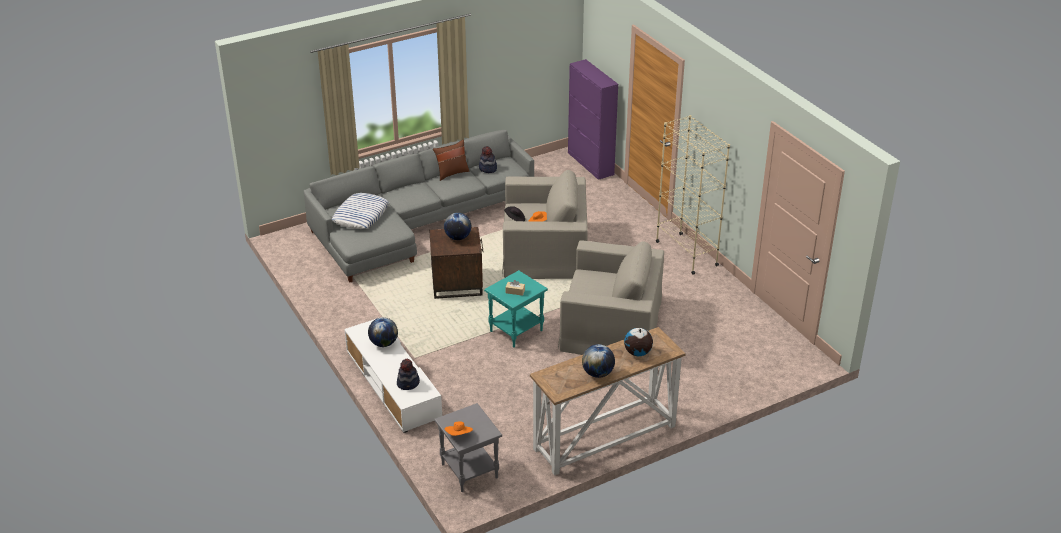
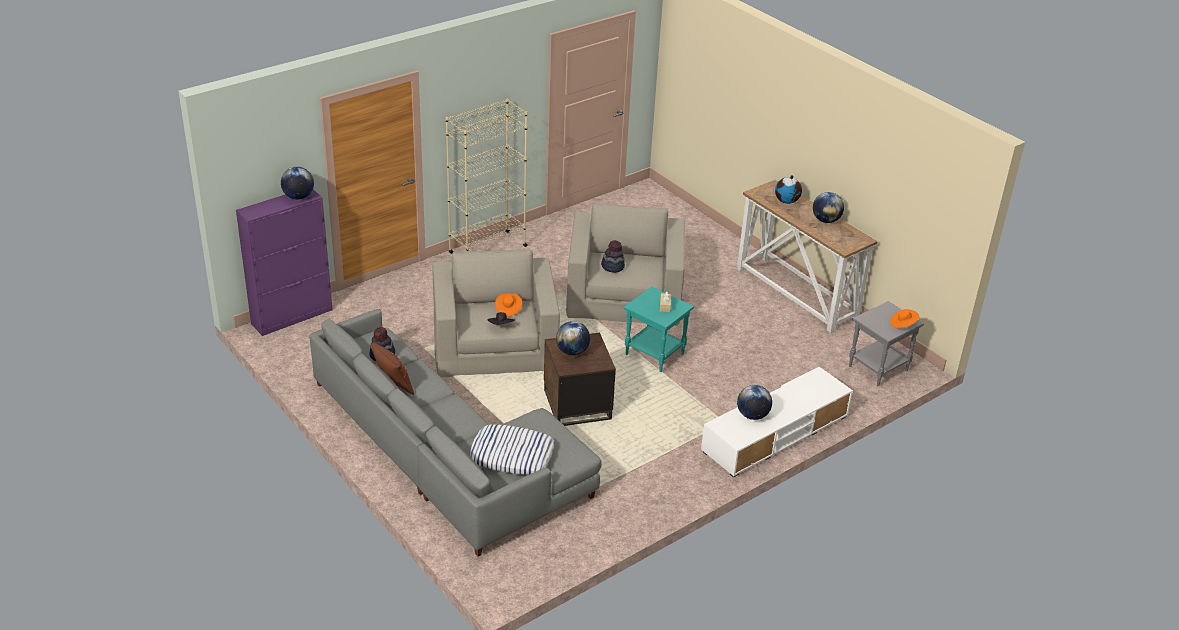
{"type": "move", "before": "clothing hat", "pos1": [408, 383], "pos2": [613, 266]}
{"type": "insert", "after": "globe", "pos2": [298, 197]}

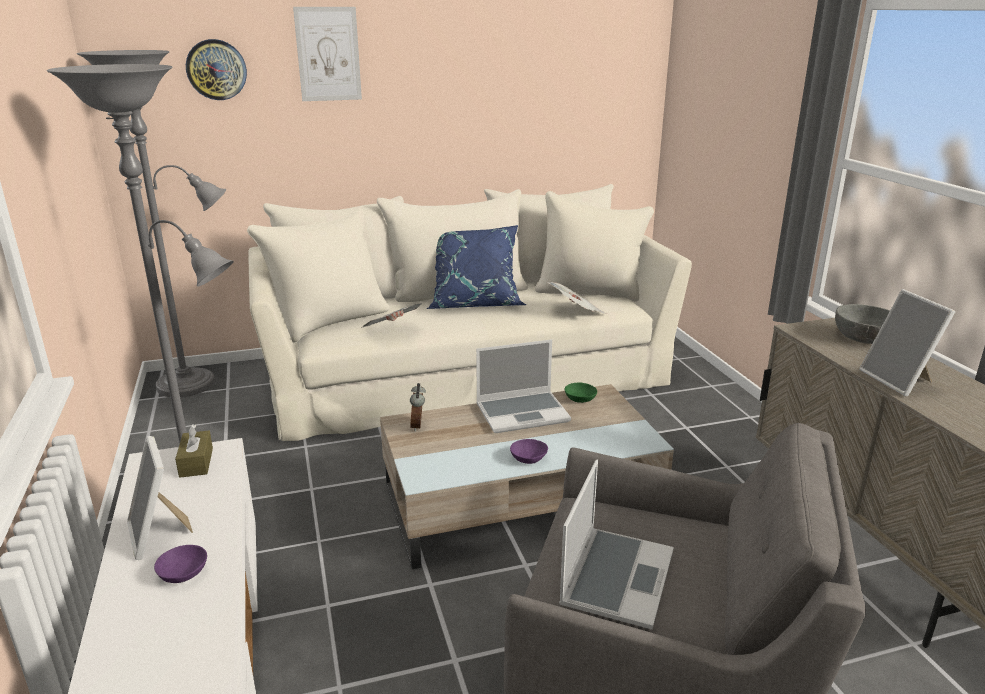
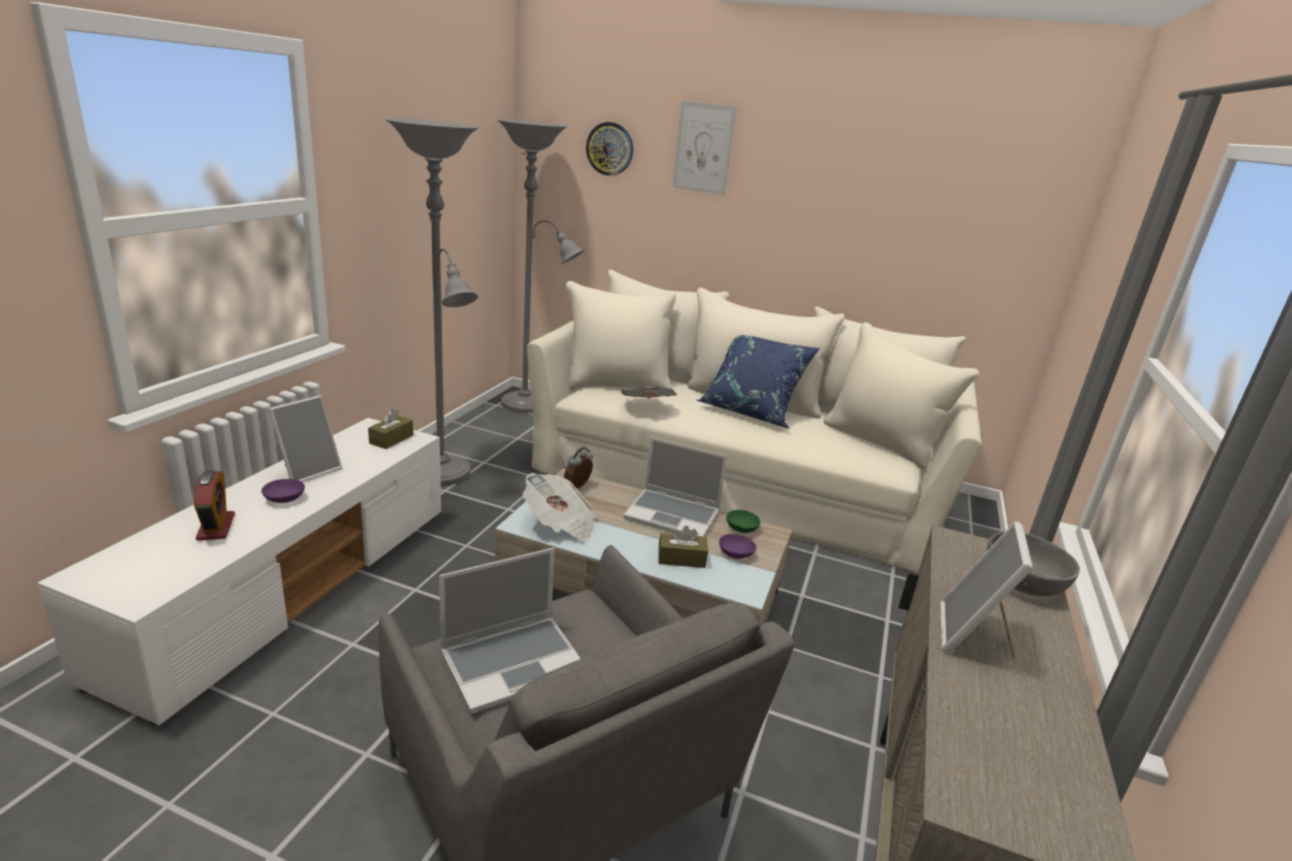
{"type": "rotate", "before": "picture frame", "pos1": [159, 534], "pos2": [308, 470], "turn": -150}
{"type": "move", "before": "purple-coloured bowl", "pos1": [529, 457], "pos2": [736, 553]}
{"type": "move", "before": "daily paper", "pos1": [576, 312], "pos2": [560, 524]}
{"type": "insert", "after": "alarm clock", "pos2": [216, 527]}
{"type": "insert", "after": "brownish box of tissues", "pos2": [681, 559]}

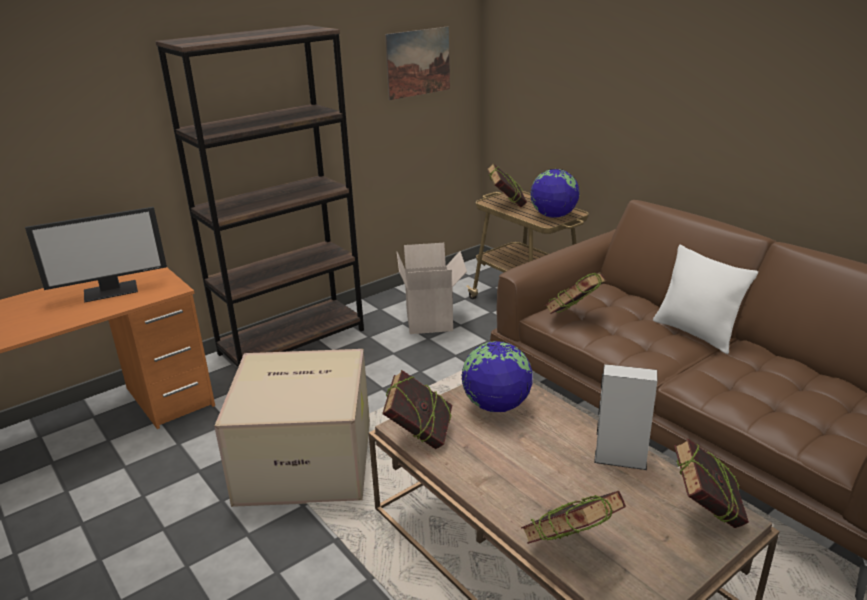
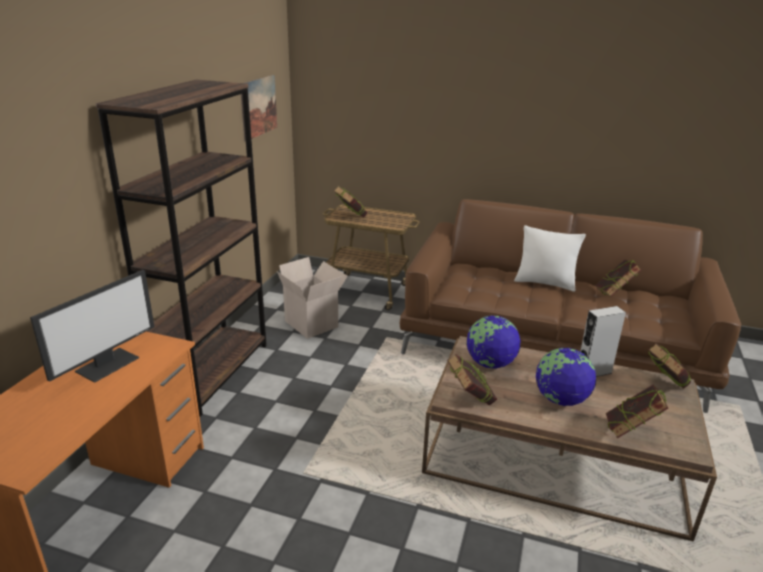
{"type": "delete", "before": "cardboard box", "pos1": [308, 459]}
{"type": "move", "before": "globe", "pos1": [553, 216], "pos2": [560, 400]}
{"type": "move", "before": "book", "pos1": [574, 316], "pos2": [614, 295]}

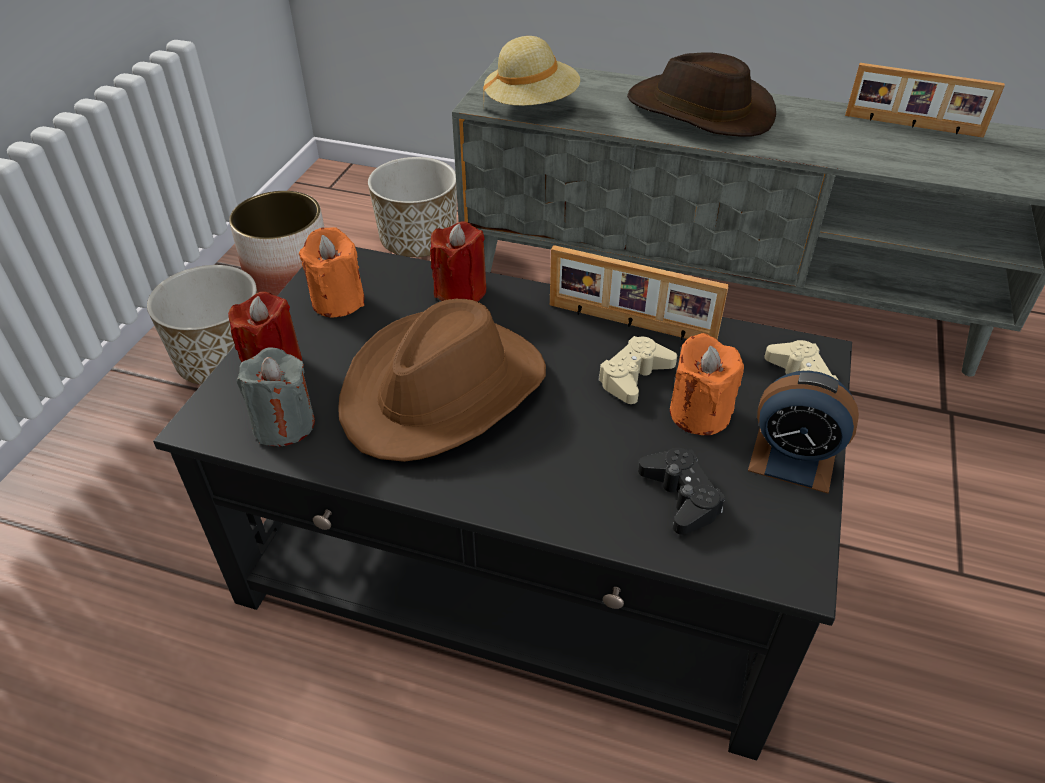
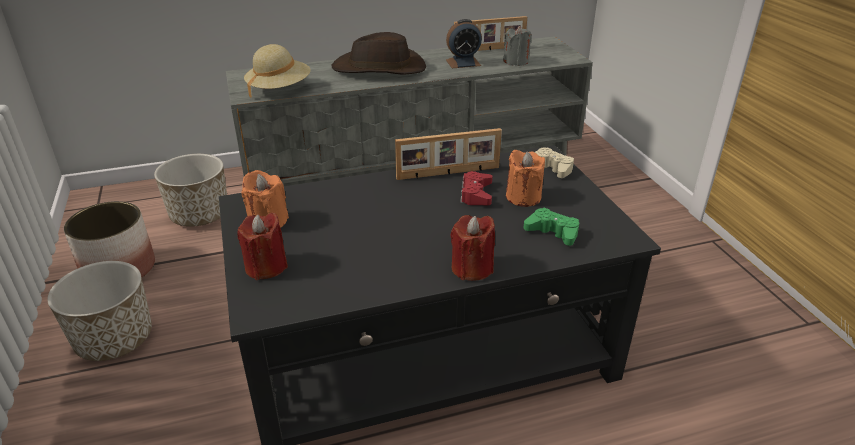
{"type": "move", "before": "gray wax light", "pos1": [284, 424], "pos2": [516, 62]}
{"type": "delete", "before": "brownish clothing hat", "pos1": [443, 390]}
{"type": "move", "before": "red wax light", "pos1": [460, 290], "pos2": [472, 268]}
{"type": "recolor", "before": "beige gamepad", "after": "red gamepad", "pos1": [634, 376], "pos2": [476, 194]}
{"type": "recolor", "before": "black-coloured gamepad", "after": "green-coloured gamepad", "pos1": [681, 496], "pos2": [553, 232]}
{"type": "move", "before": "alarm clock", "pos1": [792, 460], "pos2": [463, 63]}

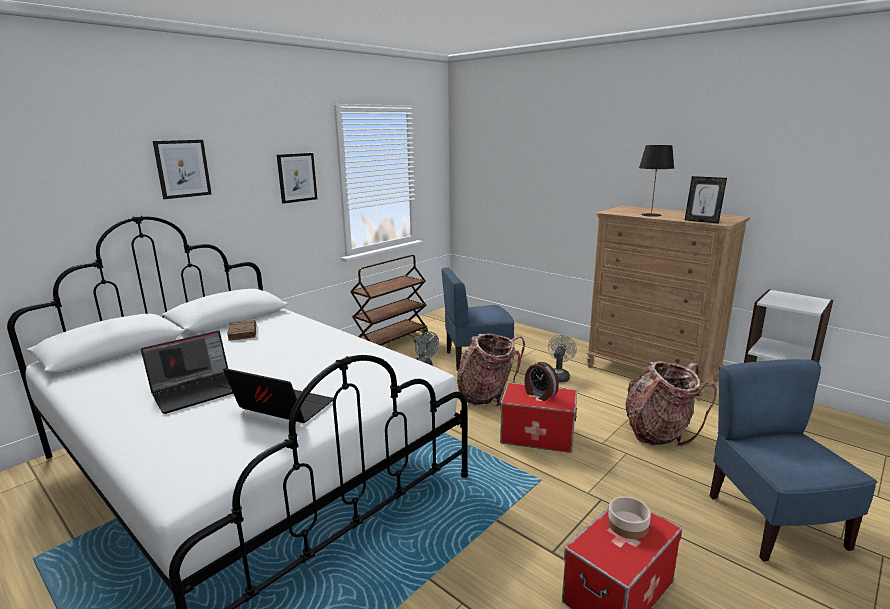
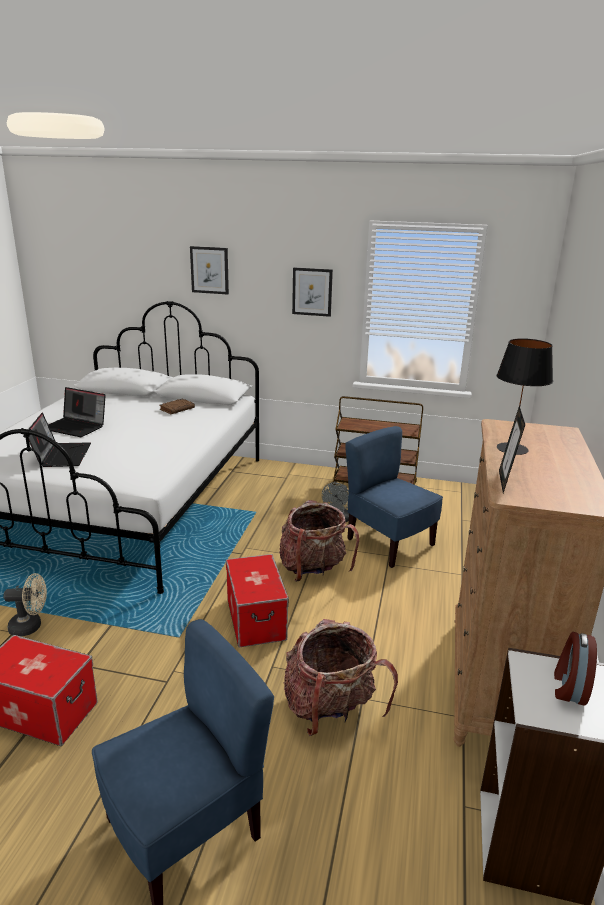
{"type": "move", "before": "alarm clock", "pos1": [539, 394], "pos2": [569, 687]}
{"type": "move", "before": "beige cooling fan", "pos1": [559, 376], "pos2": [31, 626]}
{"type": "delete", "before": "bowl", "pos1": [627, 524]}

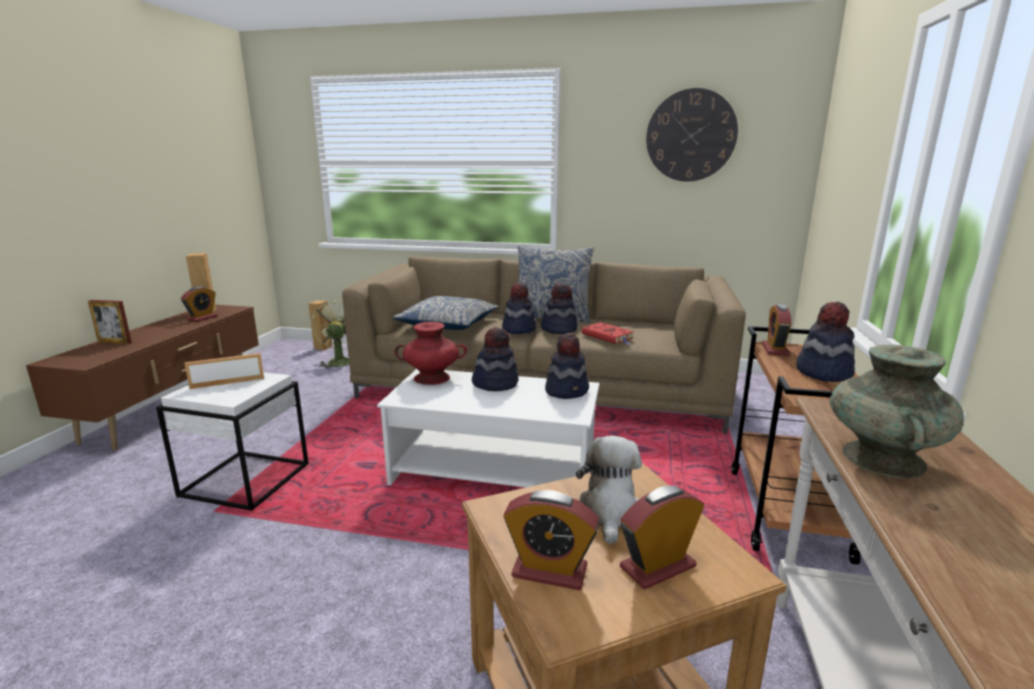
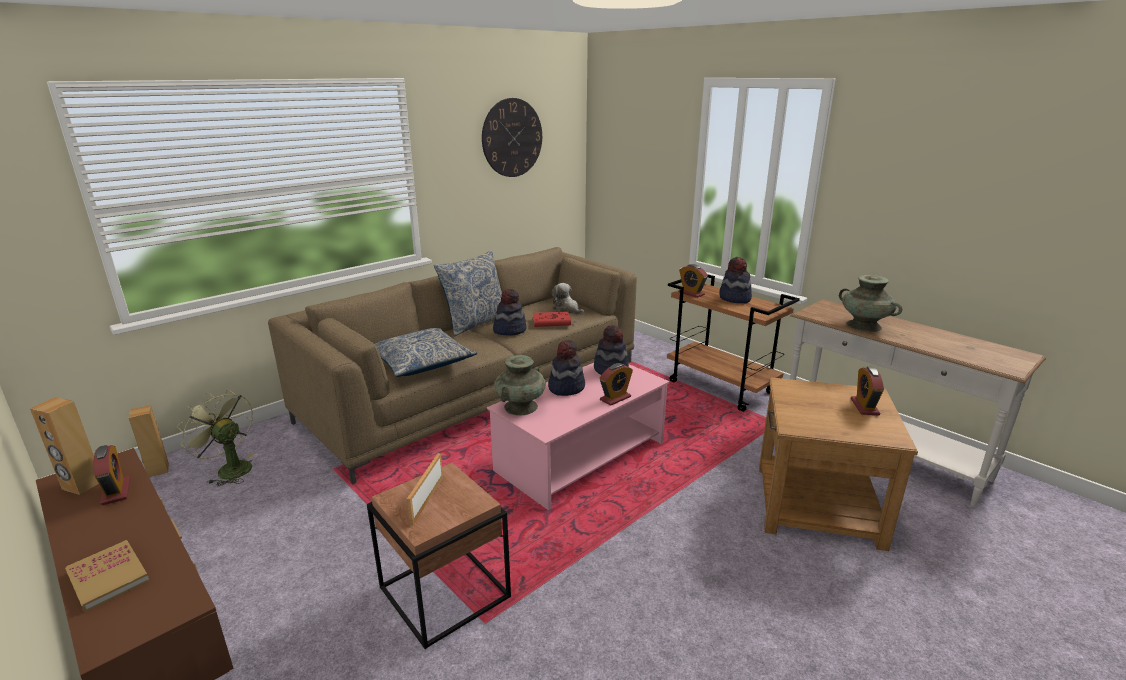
{"type": "replace", "before": "picture frame", "after": "book", "pos1": [115, 342], "pos2": [108, 577]}
{"type": "recolor", "before": "white accent table", "after": "brownish accent table", "pos1": [245, 481], "pos2": [446, 593]}
{"type": "recolor", "before": "white lounge table", "after": "pink lounge table", "pos1": [495, 471], "pos2": [581, 456]}
{"type": "recolor", "before": "red decorative vase", "after": "blue-green decorative vase", "pos1": [432, 378], "pos2": [521, 407]}
{"type": "delete", "before": "clothing hat", "pos1": [518, 329]}
{"type": "move", "before": "alarm clock", "pos1": [549, 571], "pos2": [615, 398]}
{"type": "move", "before": "soft toy", "pos1": [610, 510], "pos2": [567, 310]}

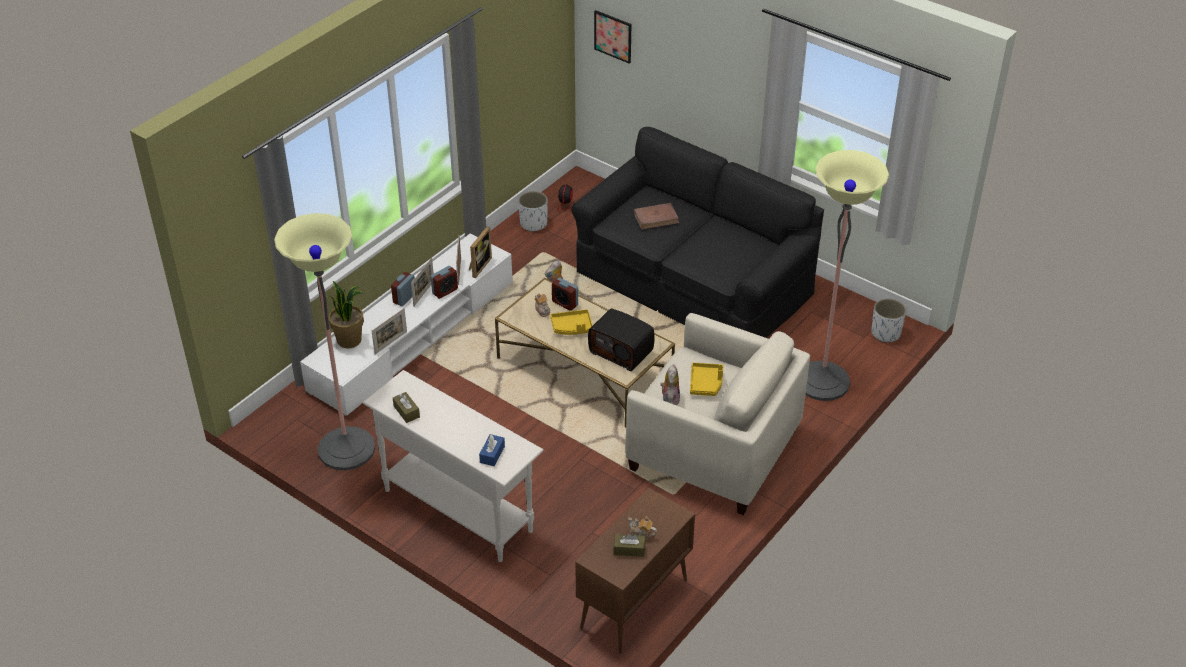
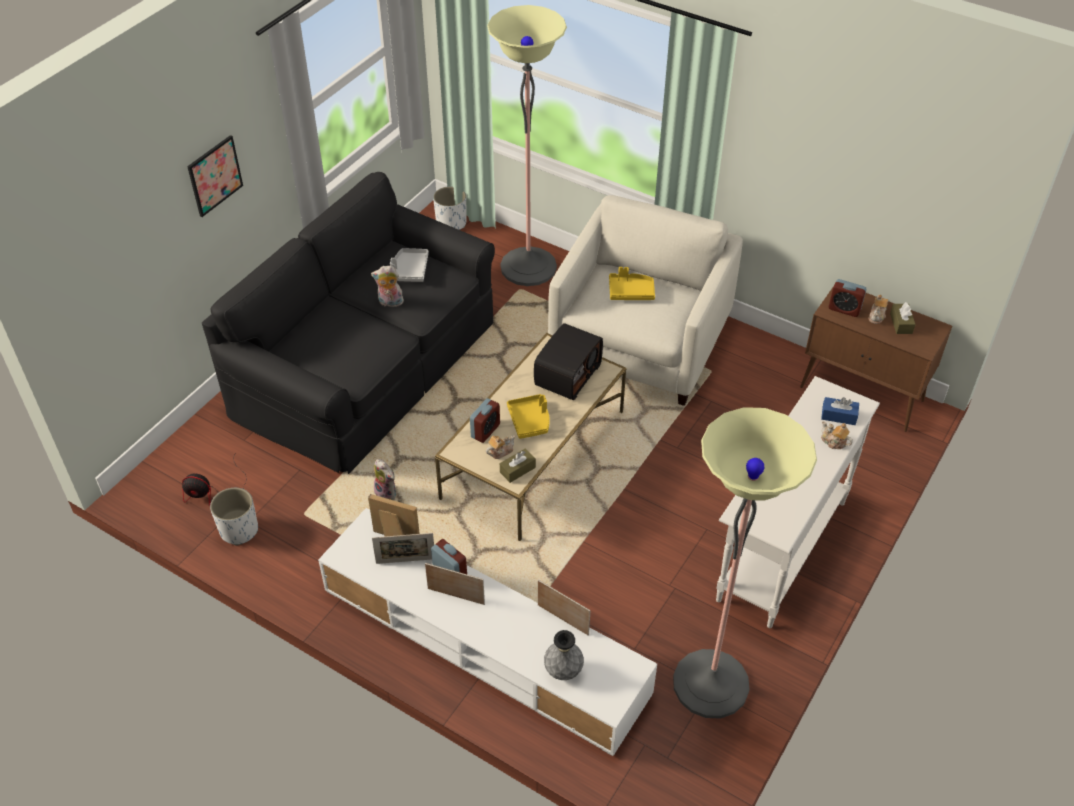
{"type": "replace", "before": "potted plant", "after": "gray decorative vase", "pos1": [350, 340], "pos2": [563, 671]}
{"type": "move", "before": "alarm clock", "pos1": [404, 298], "pos2": [844, 309]}
{"type": "move", "before": "brownish box of tissues", "pos1": [406, 411], "pos2": [517, 470]}
{"type": "move", "before": "wall art", "pos1": [613, 36], "pos2": [215, 175]}
{"type": "delete", "before": "brownish book", "pos1": [656, 218]}
{"type": "move", "before": "soft toy", "pos1": [669, 399], "pos2": [390, 303]}
{"type": "insert", "after": "gray carrying tray", "pos2": [409, 270]}
{"type": "insert", "after": "tea pot", "pos2": [833, 442]}

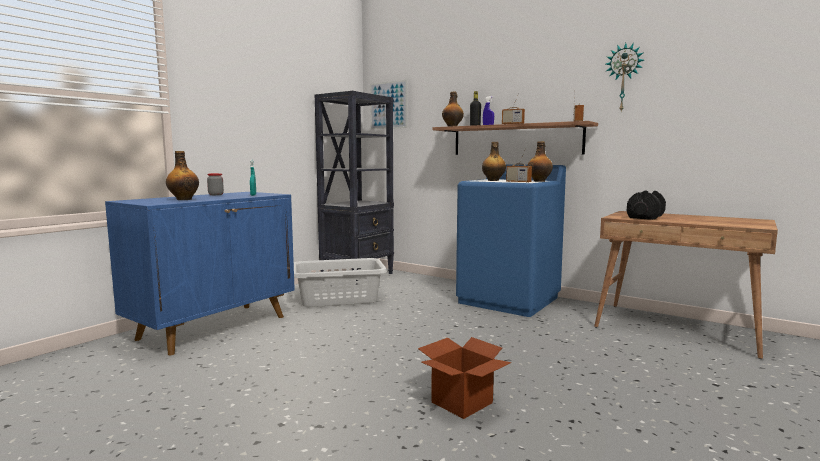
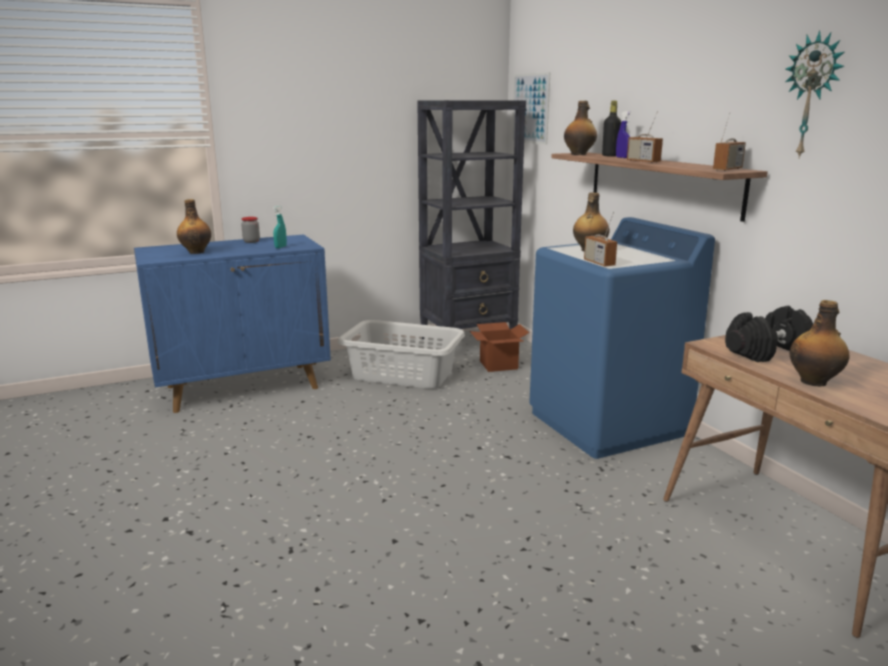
{"type": "move", "before": "cardboard box", "pos1": [462, 402], "pos2": [498, 365]}
{"type": "move", "before": "drink bottle", "pos1": [539, 181], "pos2": [814, 382]}

